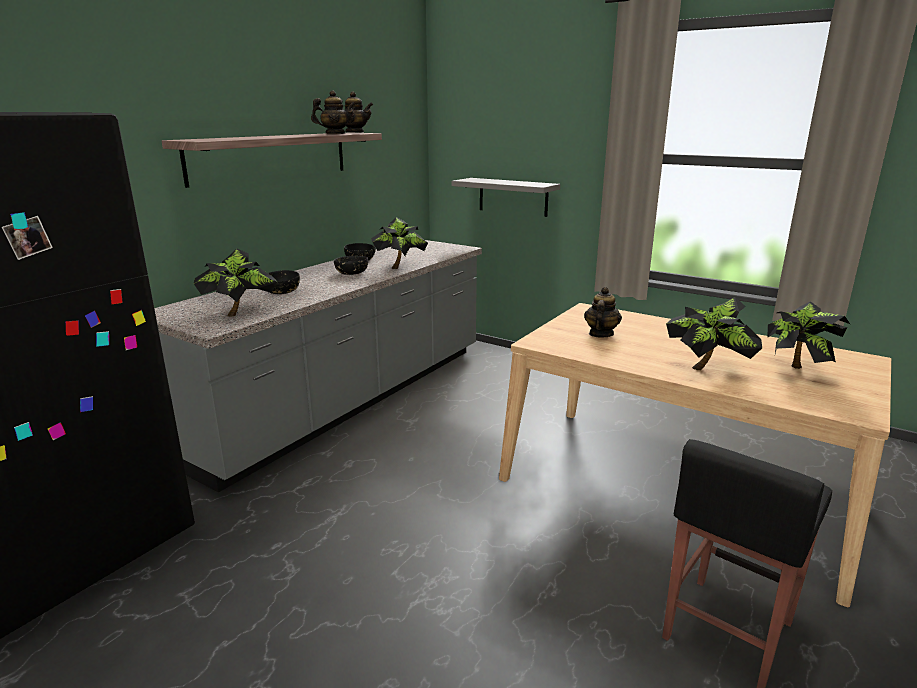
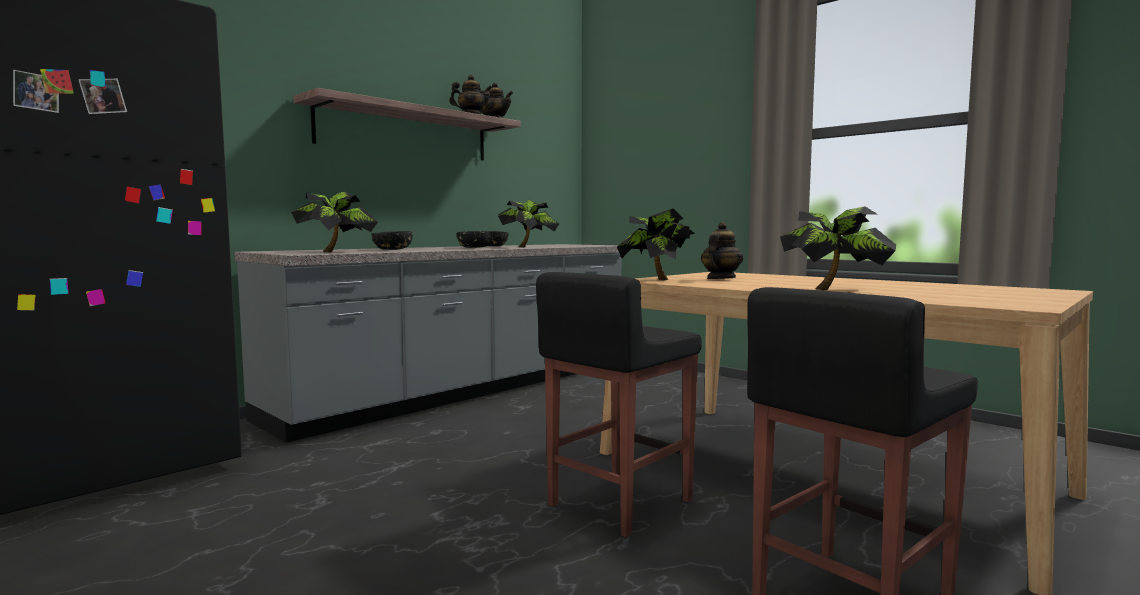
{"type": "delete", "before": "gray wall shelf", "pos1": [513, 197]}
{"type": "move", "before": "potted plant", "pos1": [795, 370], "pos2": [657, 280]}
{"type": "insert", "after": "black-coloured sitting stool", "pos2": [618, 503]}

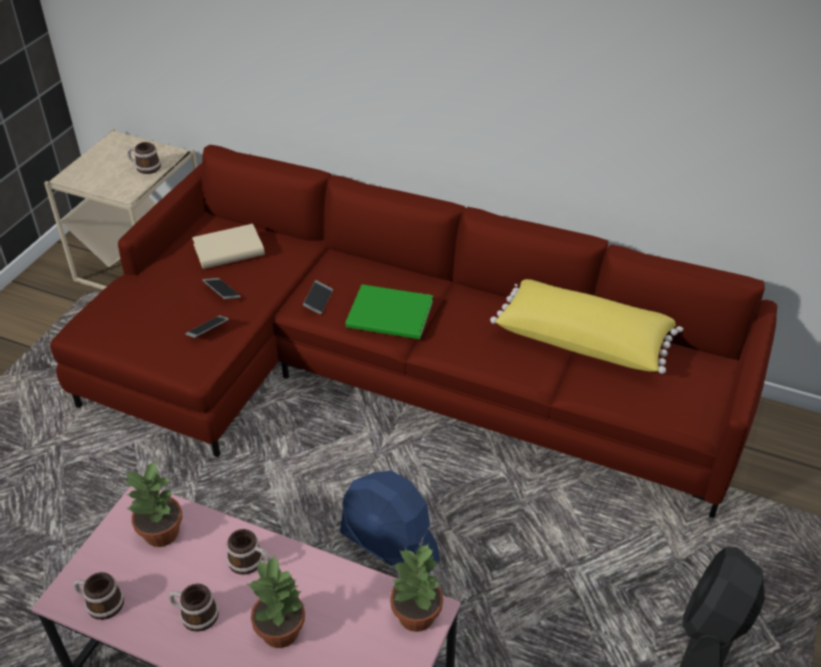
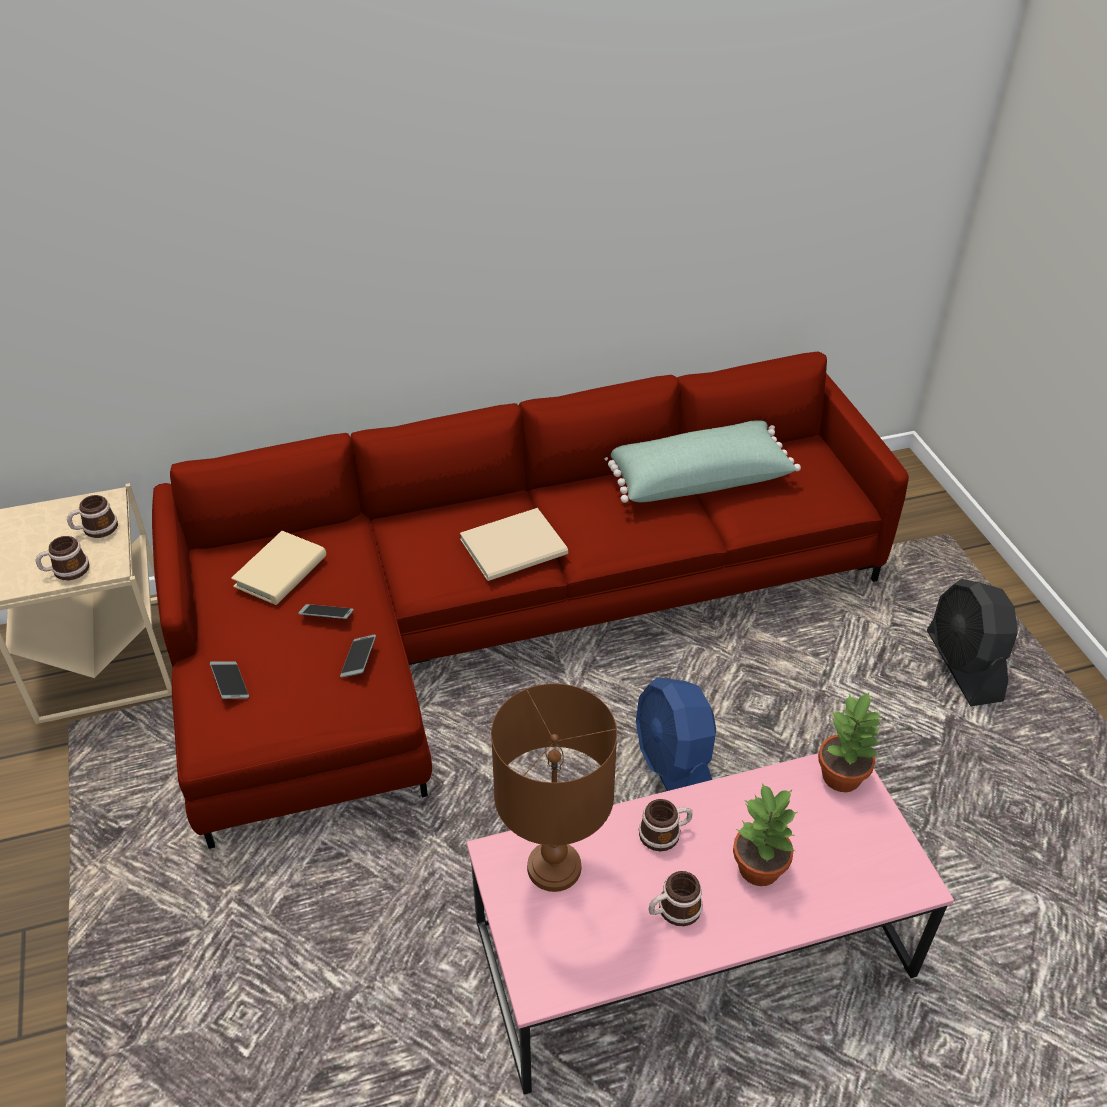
{"type": "move", "before": "mug", "pos1": [100, 603], "pos2": [66, 571]}
{"type": "replace", "before": "potted plant", "after": "brownish tabletop lamp", "pos1": [160, 533], "pos2": [554, 868]}
{"type": "move", "before": "handset", "pos1": [318, 300], "pos2": [230, 684]}
{"type": "rotate", "before": "blue-coloured cooling fan", "pos1": [389, 548], "pos2": [673, 767], "turn": 75}
{"type": "recolor", "before": "green-coloured book", "after": "beige book", "pos1": [391, 316], "pos2": [517, 547]}
{"type": "recolor", "before": "yellow-coloured pillow", "after": "green-coloured pillow", "pos1": [584, 339], "pos2": [697, 478]}

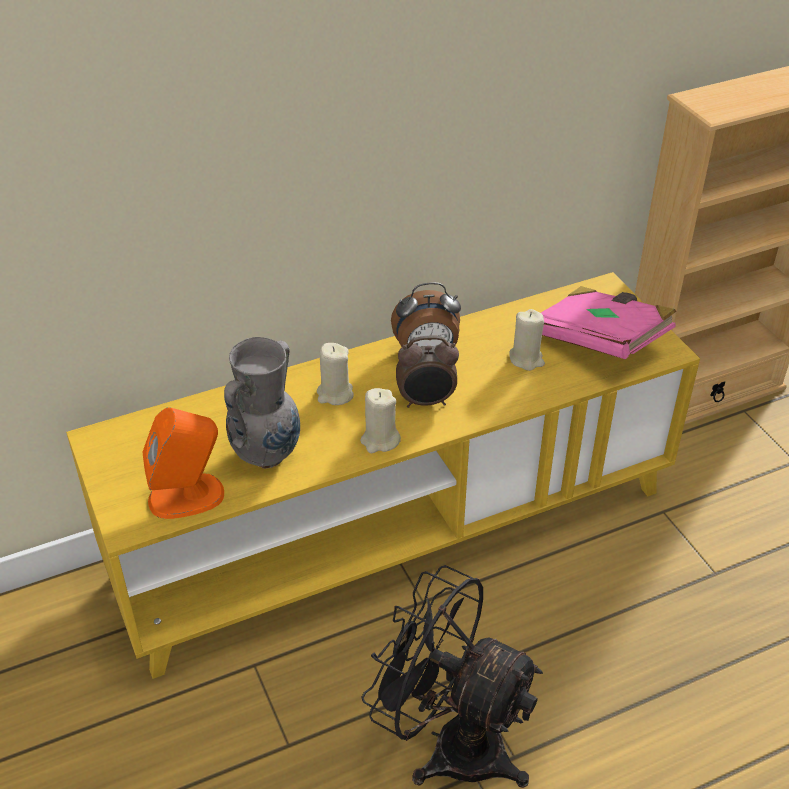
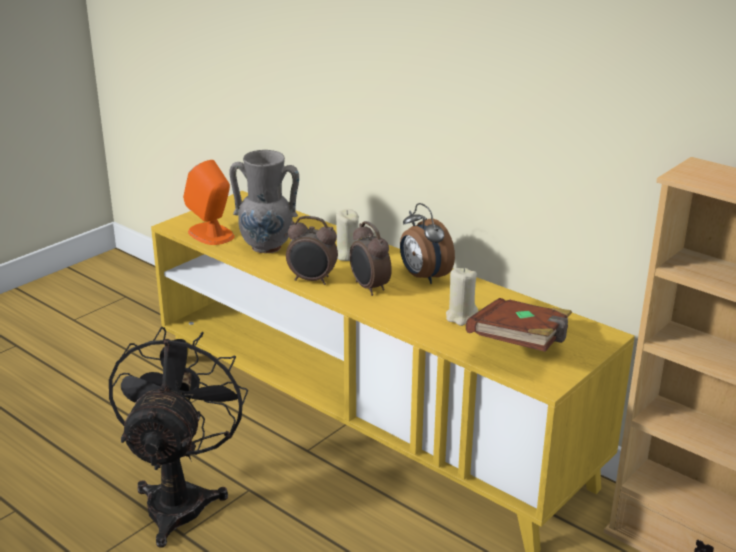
{"type": "replace", "before": "beige wax light", "after": "alarm clock", "pos1": [380, 440], "pos2": [312, 280]}
{"type": "recolor", "before": "pink book", "after": "brownish book", "pos1": [599, 342], "pos2": [521, 345]}

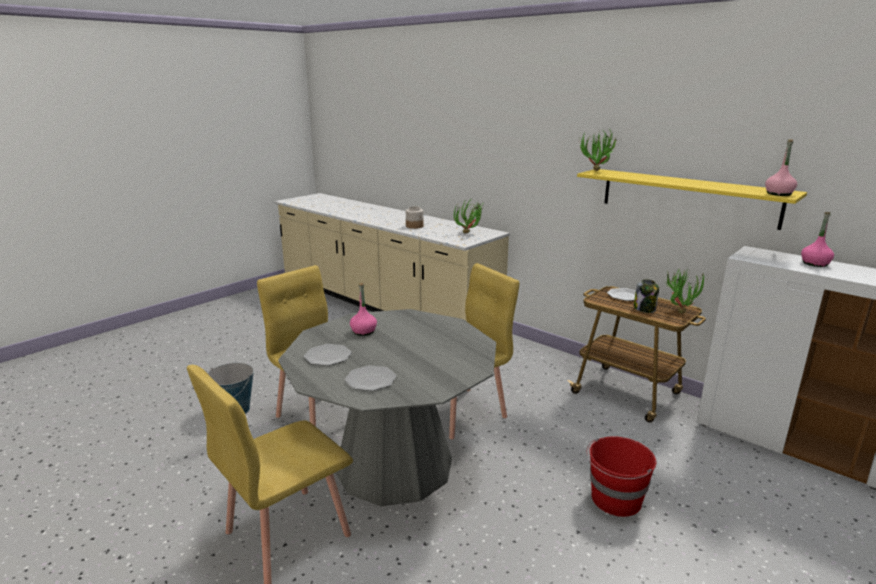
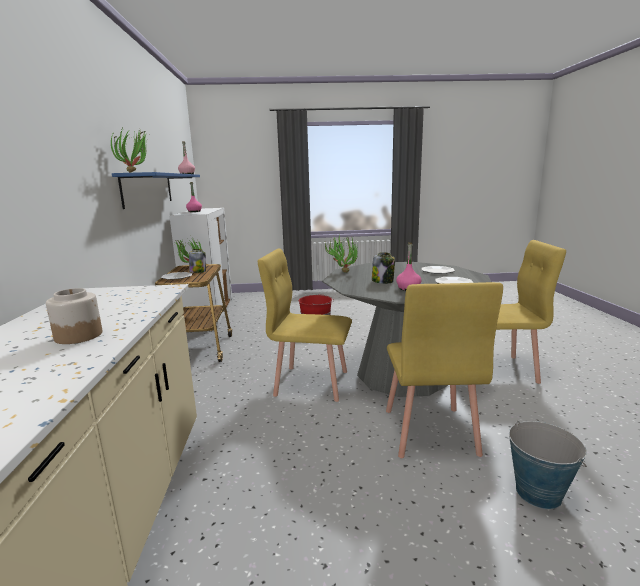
{"type": "move", "before": "potted plant", "pos1": [470, 233], "pos2": [342, 271]}
{"type": "recolor", "before": "yellow-coloured wall shelf", "after": "blue-coloured wall shelf", "pos1": [687, 197], "pos2": [148, 189]}
{"type": "insert", "after": "preserve jar", "pos2": [383, 281]}

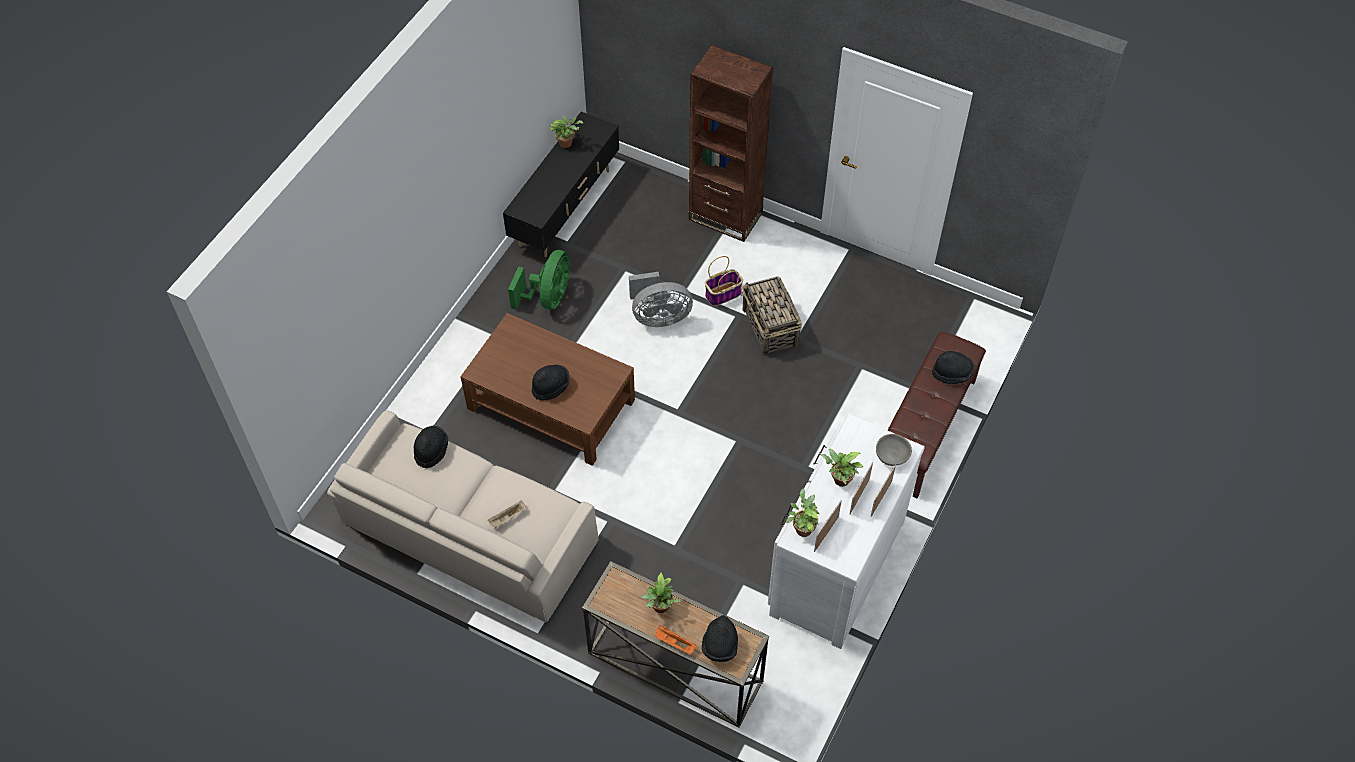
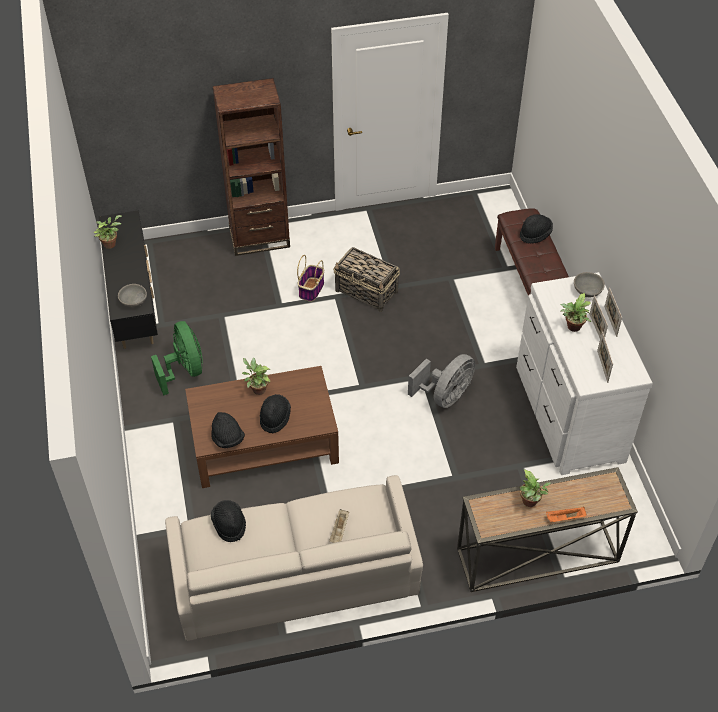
{"type": "move", "before": "gray cooling fan", "pos1": [659, 317], "pos2": [445, 396]}
{"type": "move", "before": "black-coloured clothing hat", "pos1": [720, 646], "pos2": [227, 438]}
{"type": "move", "before": "potted plant", "pos1": [802, 528], "pos2": [257, 389]}
{"type": "insert", "after": "gray bowl", "pos2": [134, 301]}

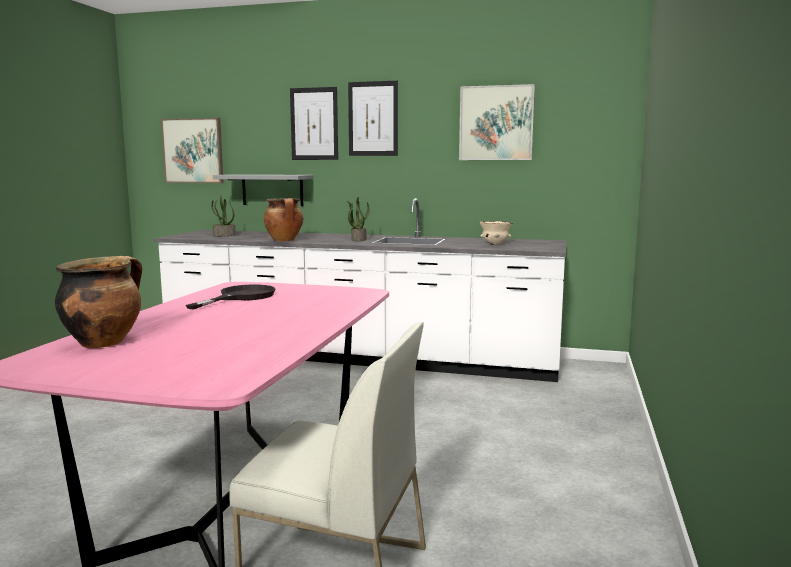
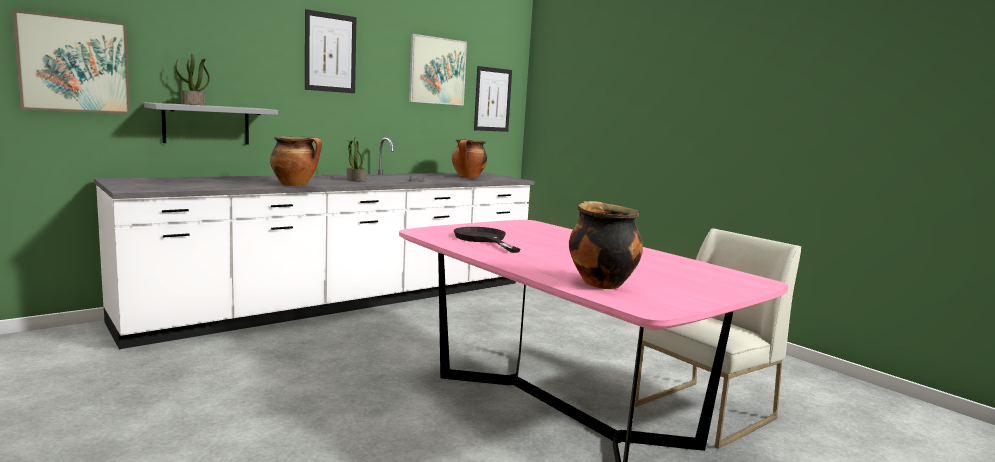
{"type": "move", "before": "potted plant", "pos1": [224, 235], "pos2": [194, 104]}
{"type": "move", "before": "wall art", "pos1": [314, 124], "pos2": [492, 99]}
{"type": "replace", "before": "beige bowl", "after": "cooking pot", "pos1": [495, 244], "pos2": [468, 178]}

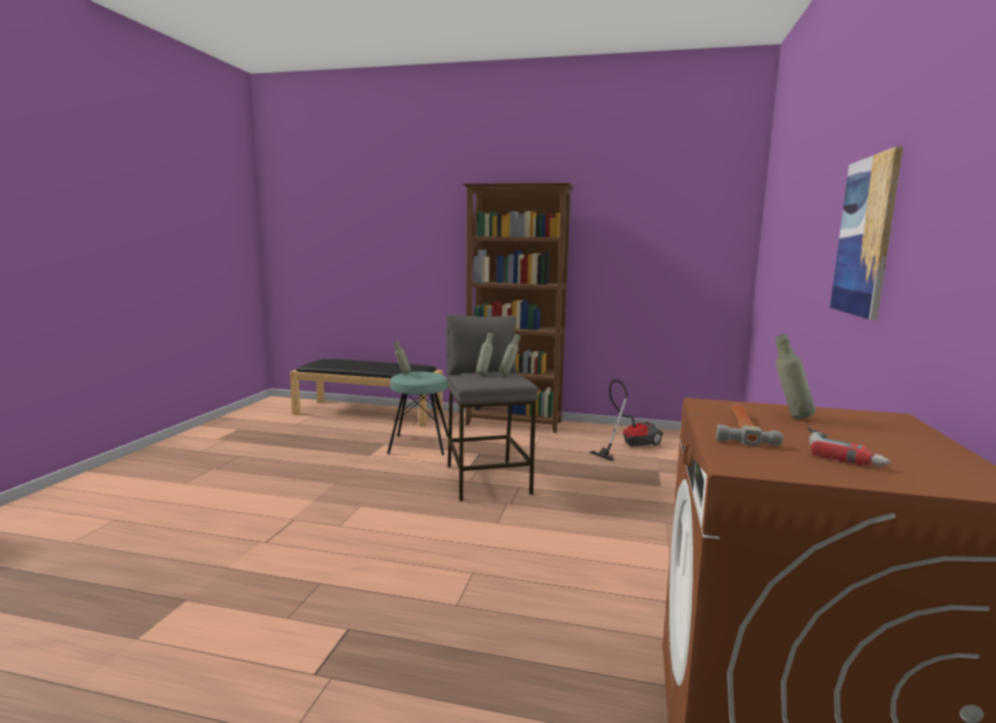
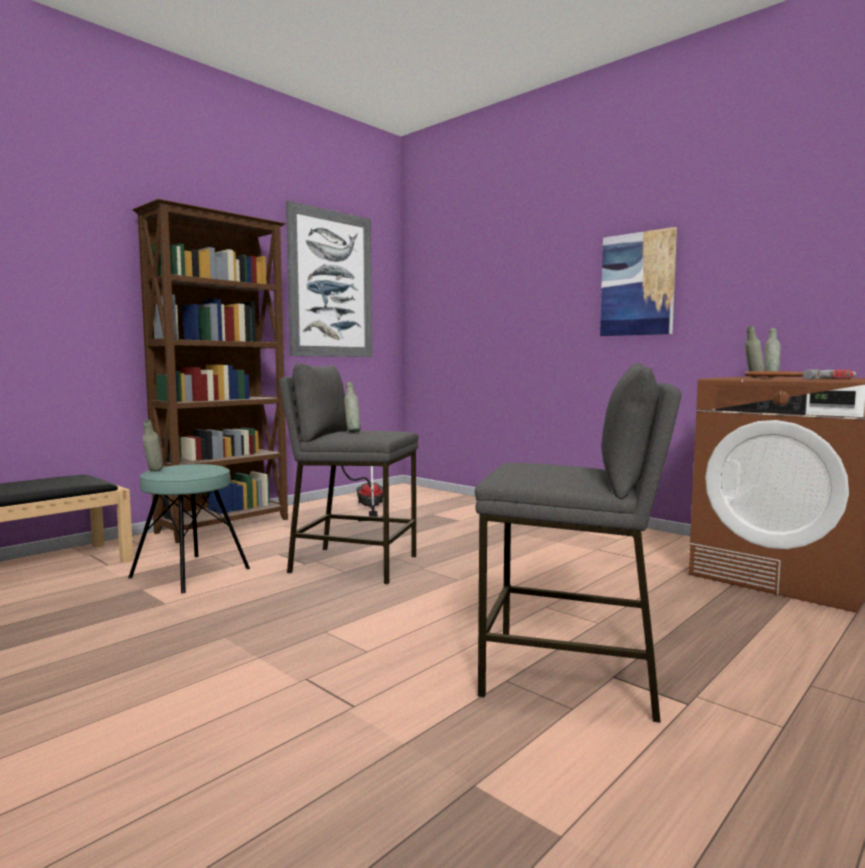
{"type": "move", "before": "gray drink bottle", "pos1": [509, 374], "pos2": [771, 377]}
{"type": "insert", "after": "wall art", "pos2": [331, 284]}
{"type": "insert", "after": "gray sitting stool", "pos2": [572, 675]}

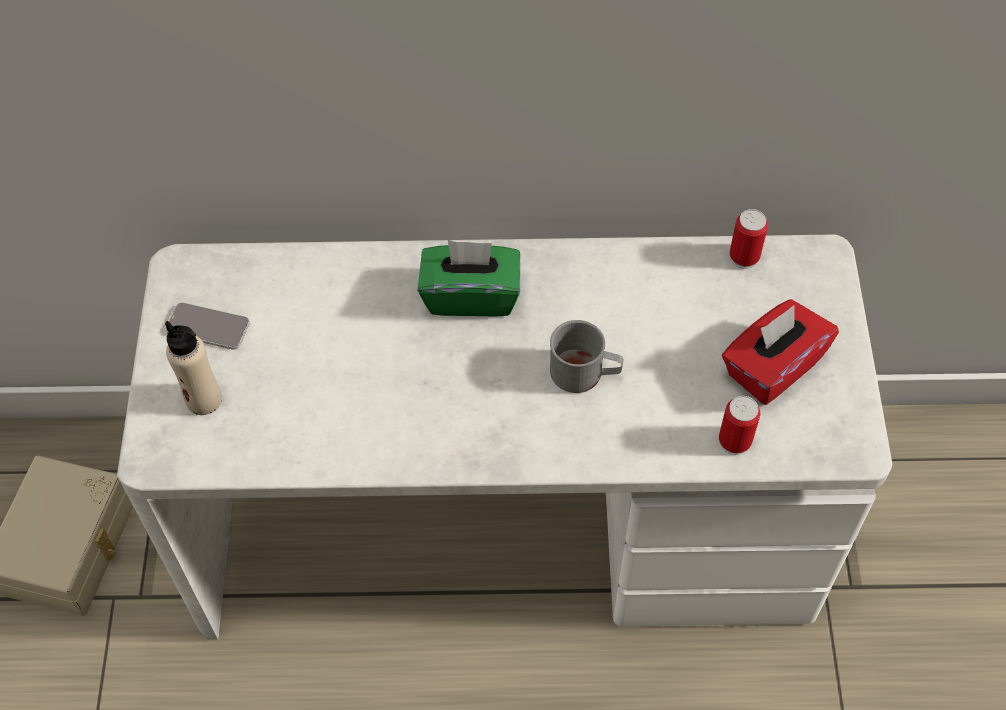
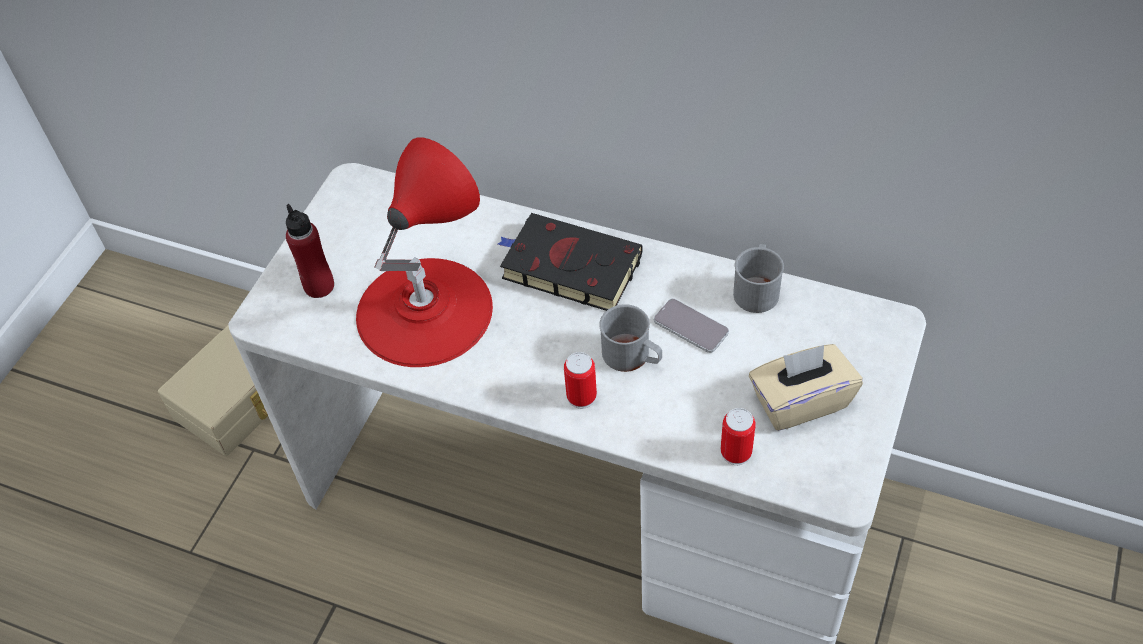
{"type": "recolor", "before": "beige drink bottle", "after": "red drink bottle", "pos1": [204, 400], "pos2": [319, 286]}
{"type": "move", "before": "handset", "pos1": [208, 327], "pos2": [691, 326]}
{"type": "replace", "before": "green-coloured box of tissues", "after": "black-coloured book", "pos1": [471, 295], "pos2": [568, 267]}
{"type": "recolor", "before": "red box of tissues", "after": "beige box of tissues", "pos1": [772, 367], "pos2": [800, 401]}
{"type": "move", "before": "can", "pos1": [744, 256], "pos2": [581, 396]}
{"type": "insert", "after": "red tabletop lamp", "pos2": [424, 310]}
{"type": "insert", "after": "gray mug", "pos2": [757, 289]}

